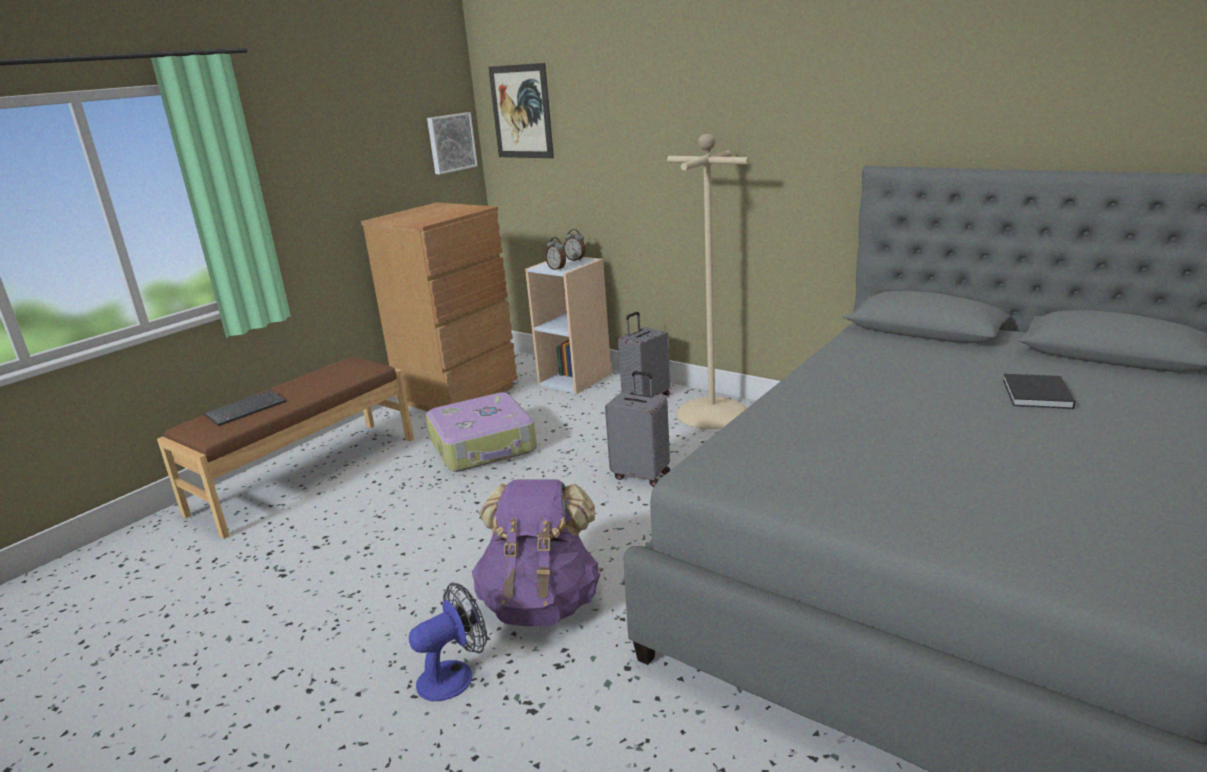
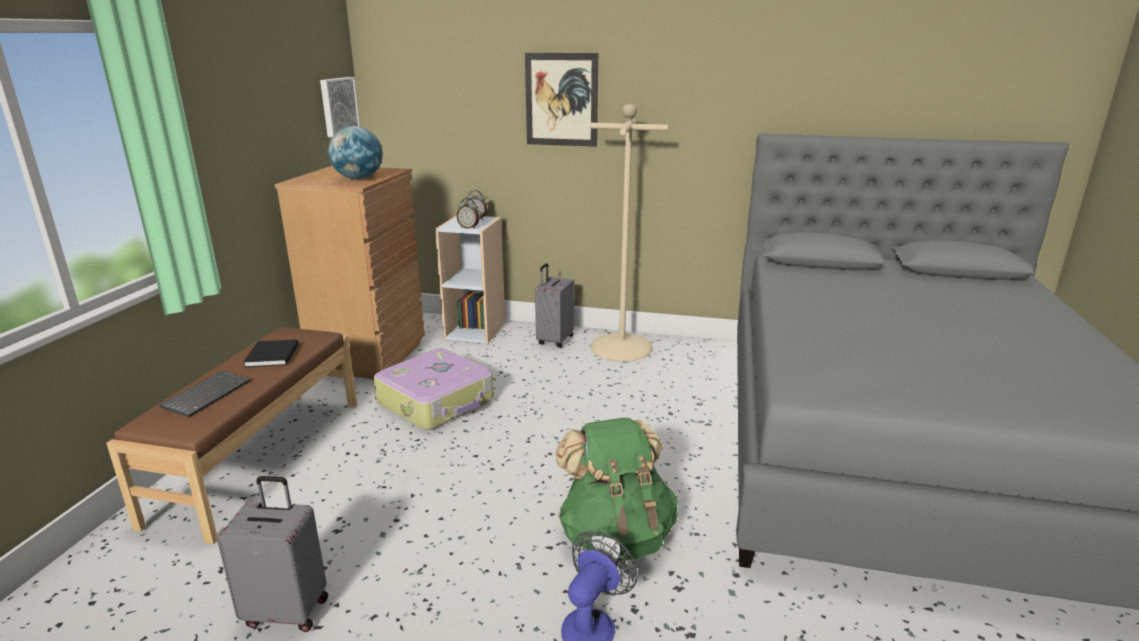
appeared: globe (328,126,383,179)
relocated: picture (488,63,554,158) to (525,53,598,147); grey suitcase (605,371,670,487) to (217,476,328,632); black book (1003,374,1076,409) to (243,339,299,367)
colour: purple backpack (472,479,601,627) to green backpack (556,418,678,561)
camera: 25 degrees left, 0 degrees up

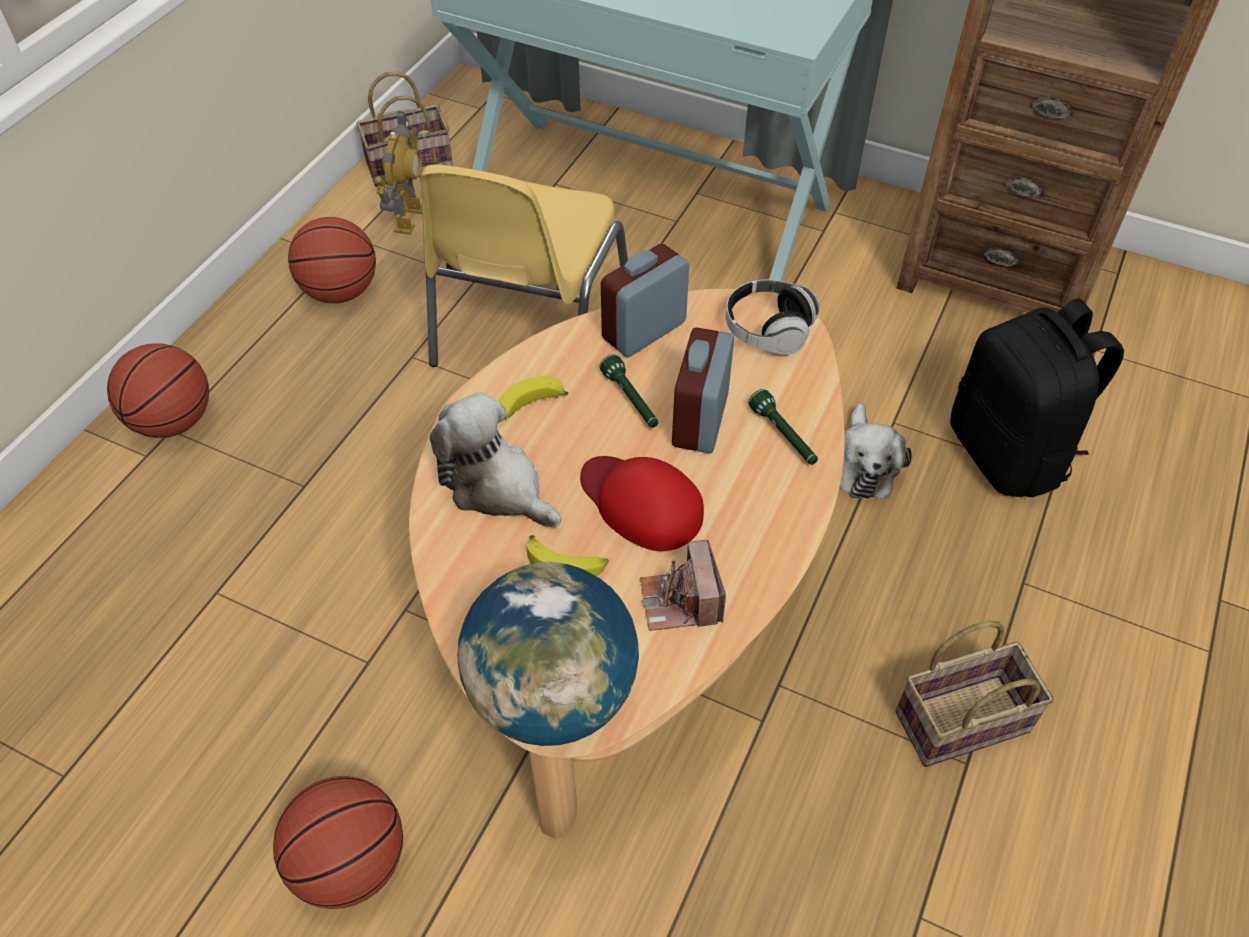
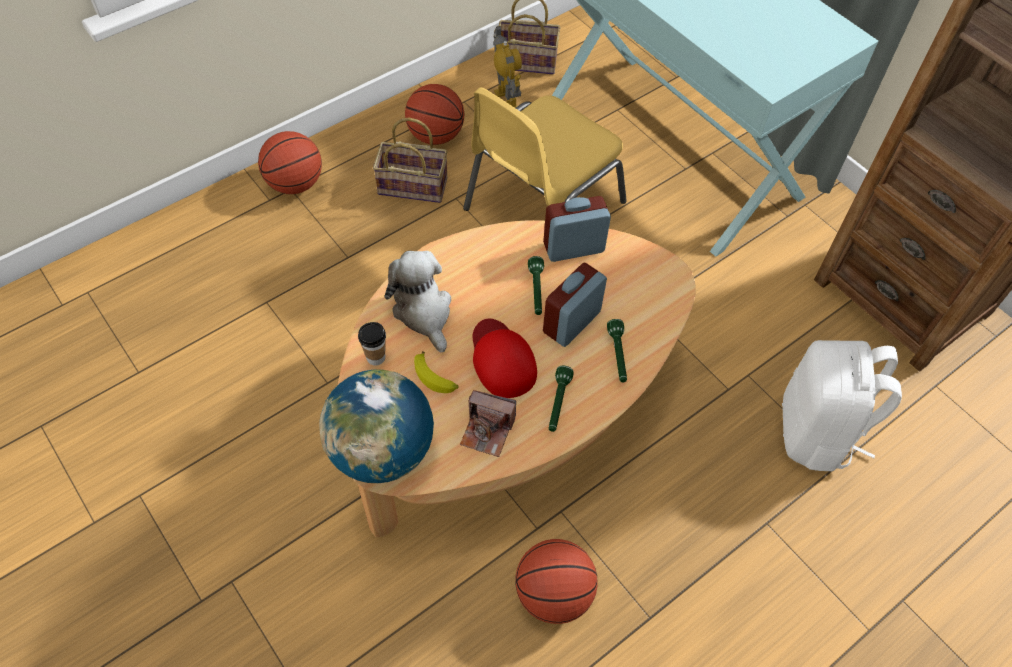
missing: headphones (726,280,820,355); banana (499,376,568,419); plush toy (840,403,912,499)
appeared: cup (358,322,386,366); green flashlight (549,366,574,432)
relocated: basket (895,621,1054,767) to (373,117,447,203); basketball (273,776,403,909) to (515,539,597,624)
colour: black backpack (950,299,1124,497) to white backpack (782,340,902,471)
spun: toy robot (375,111,422,235) = (493,26,522,108) 60 degrees counterclockwise; photo camera (640,540,726,631) = (460,390,516,457) 90 degrees counterclockwise
camera: 25 degrees right, 5 degrees up

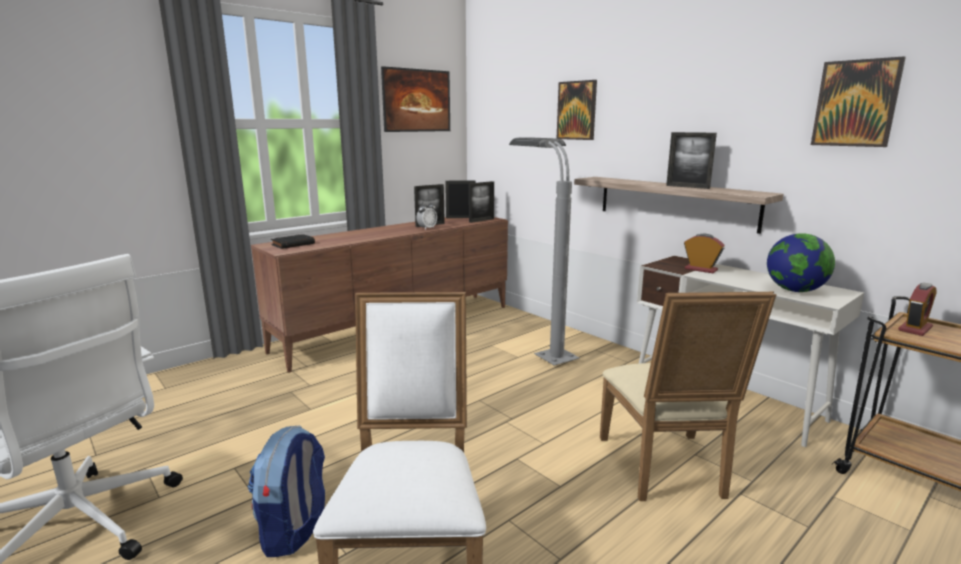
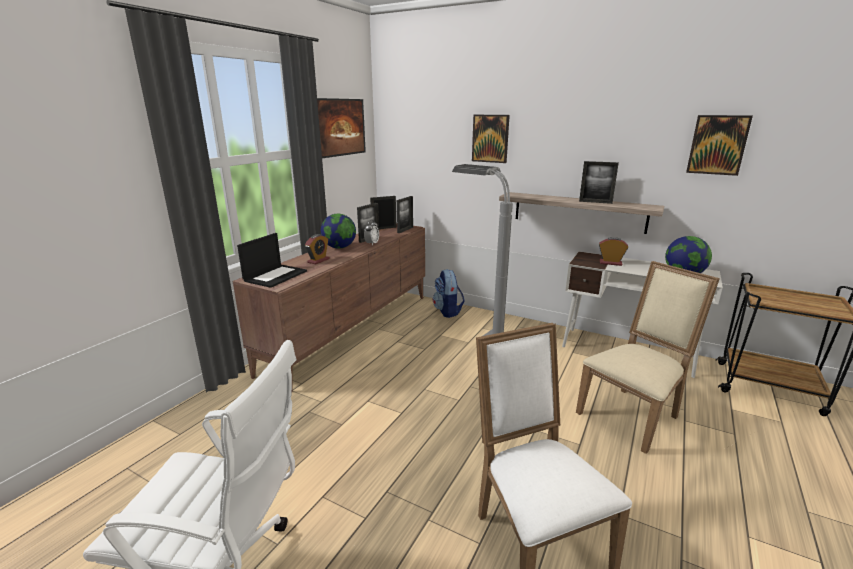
appeared: globe (321,214,356,249)
relocated: alarm clock (898,283,937,336) to (305,234,330,264); backpack (248,425,325,557) to (433,269,465,318)
exchanged: black book (271,234,315,249) to laptop (237,233,307,288)
spun: beige chair (600,292,777,501) = (576,261,720,454) 105 degrees counterclockwise
camera: 20 degrees left, 5 degrees up

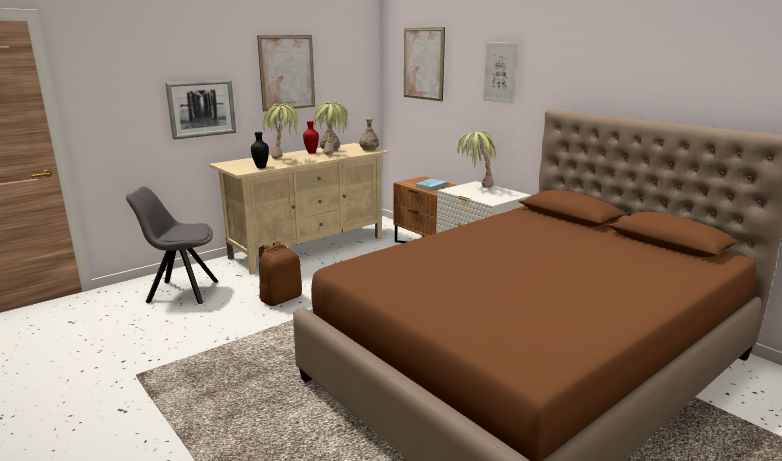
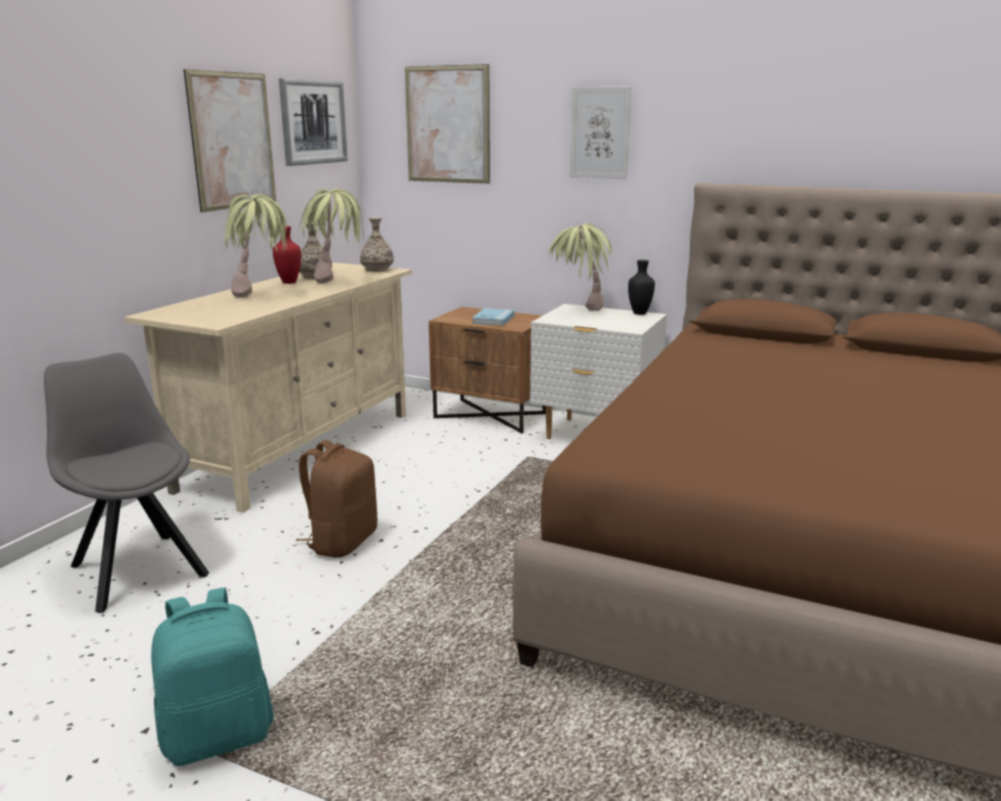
appeared: turquoise backpack (151,588,274,766)
relocated: picture (165,80,236,140) to (279,78,348,166); black vase (251,132,269,168) to (628,260,655,315)
spun: grey chair (126,186,218,304) = (44,353,209,613) 75 degrees clockwise
camera: 25 degrees left, 0 degrees up

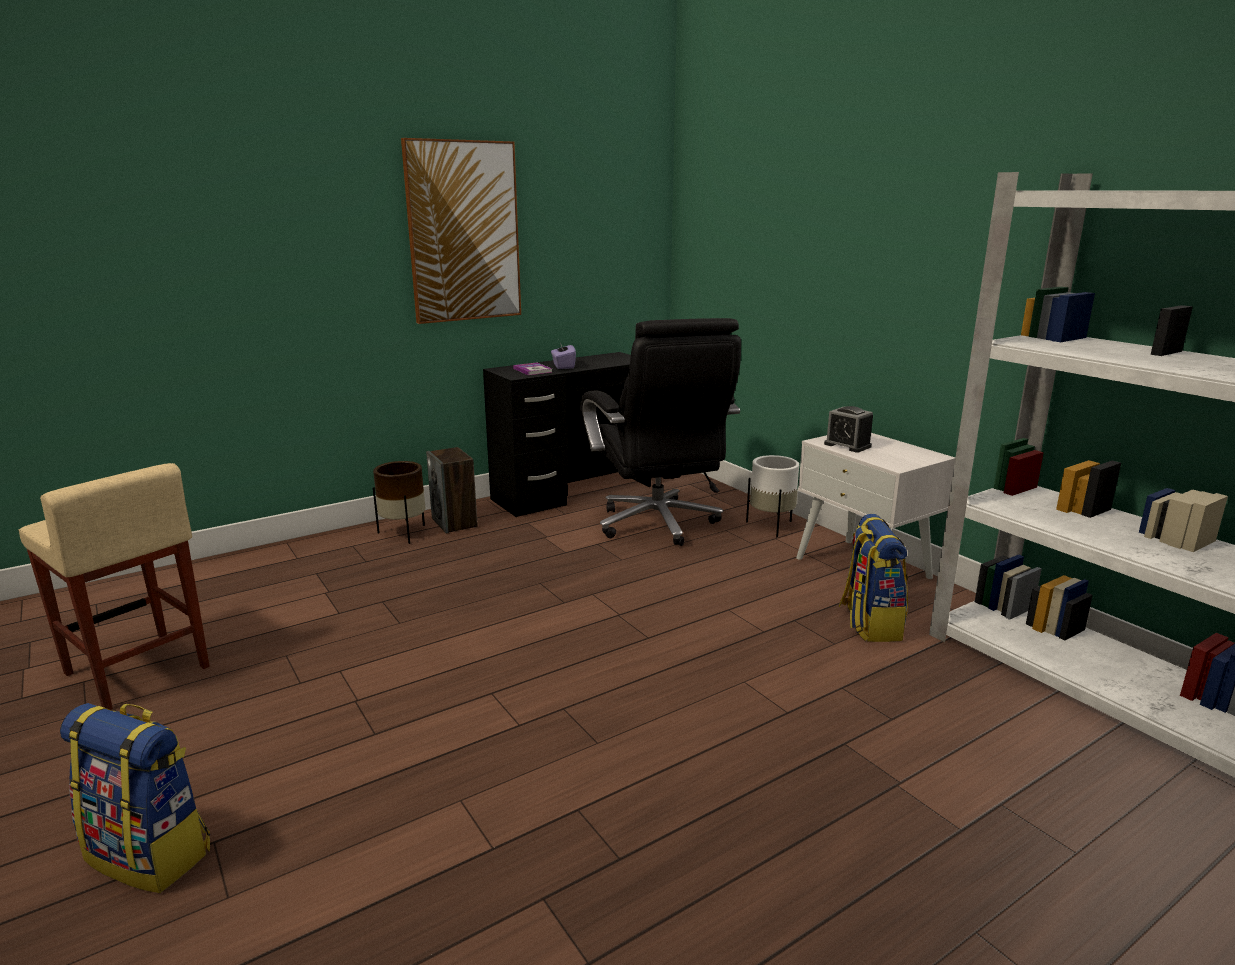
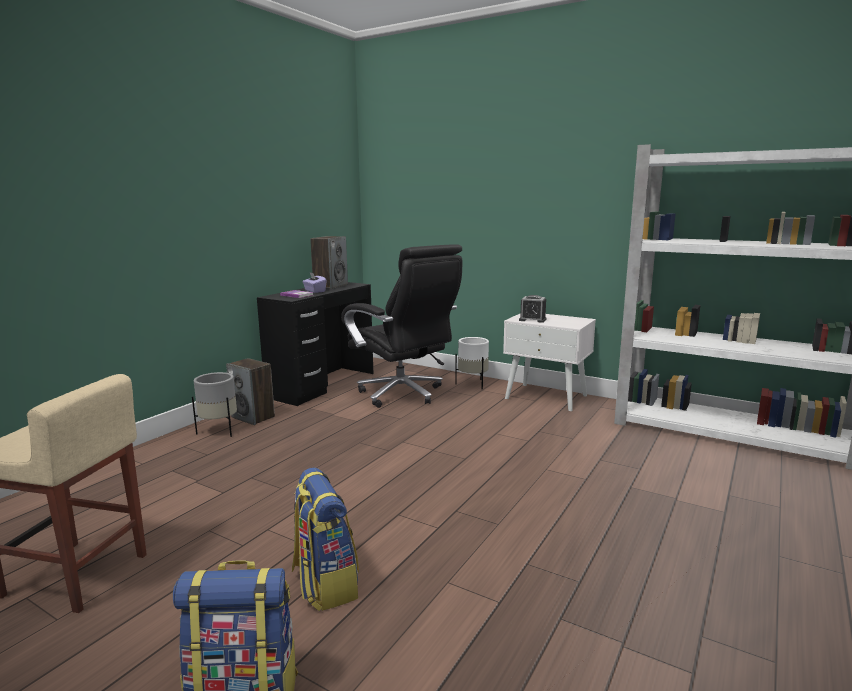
missing: picture (401,138,521,324)
appeared: speaker (310,236,348,289)
relocated: backpack (839,514,908,642) to (292,467,359,611)
colour: brown planter (373,461,425,544) to grey planter (192,372,237,437)
camera: 25 degrees left, 5 degrees down

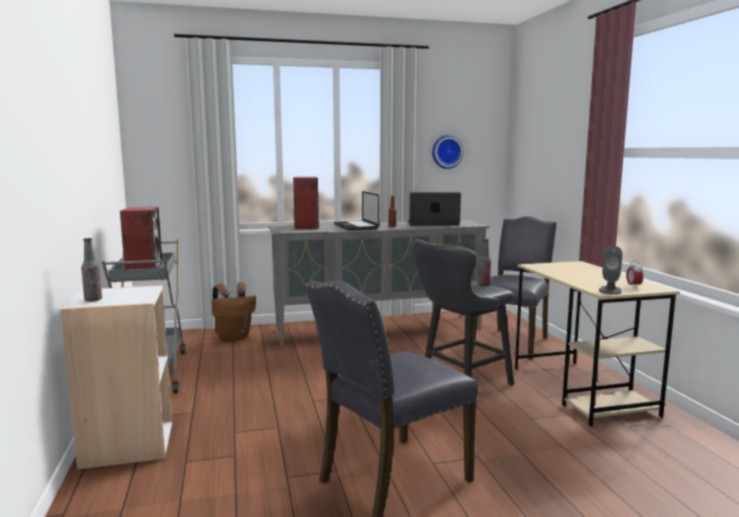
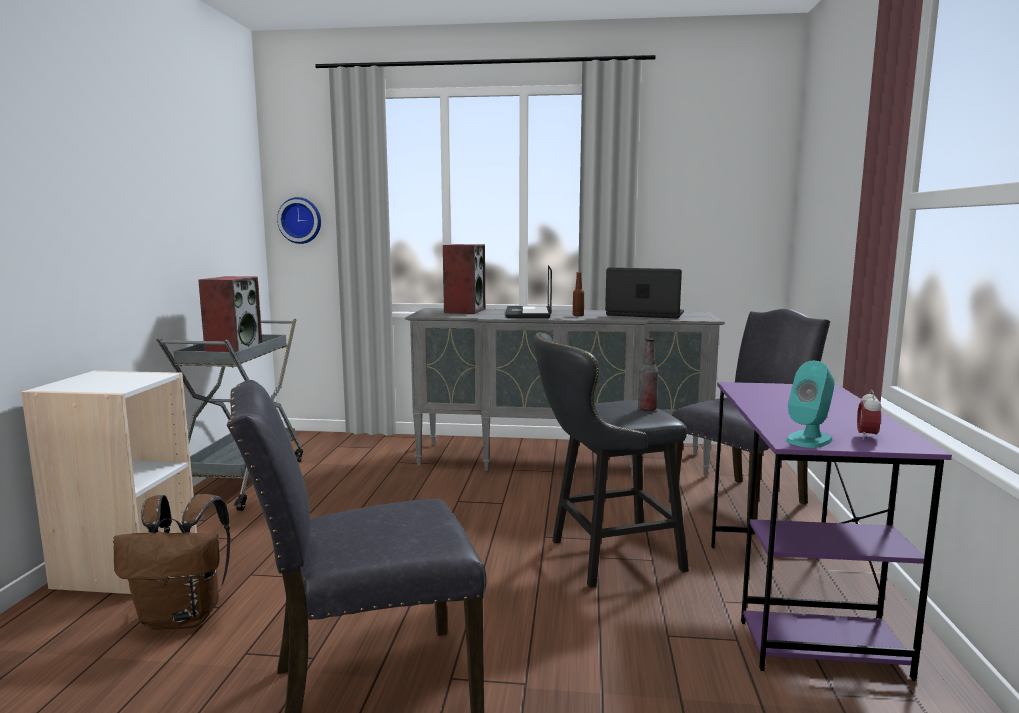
missing: bottle (81,238,102,301)
relocated: wall clock (432,135,464,169) to (277,197,321,244); brown backpack (212,282,256,341) to (113,494,230,630)
colour: grey speaker (599,246,623,295) to turquoise speaker (786,361,834,448); beige desk (515,261,680,427) to purple desk (711,382,952,681)
camera: 20 degrees right, 0 degrees up

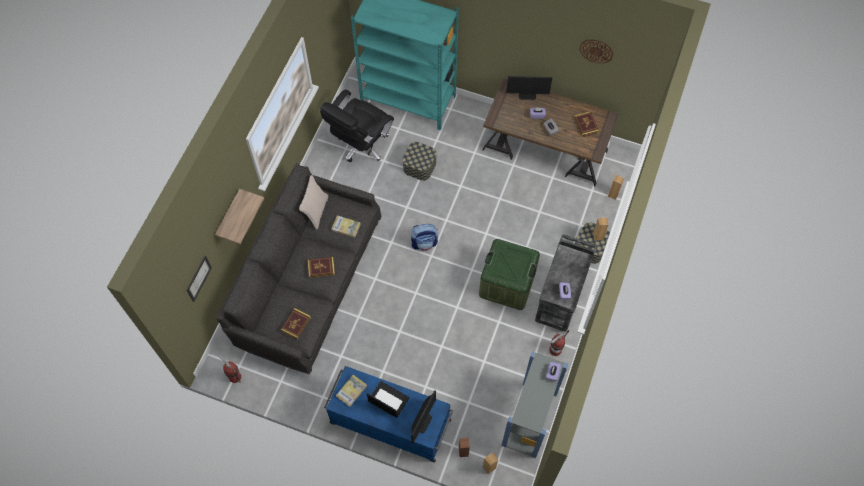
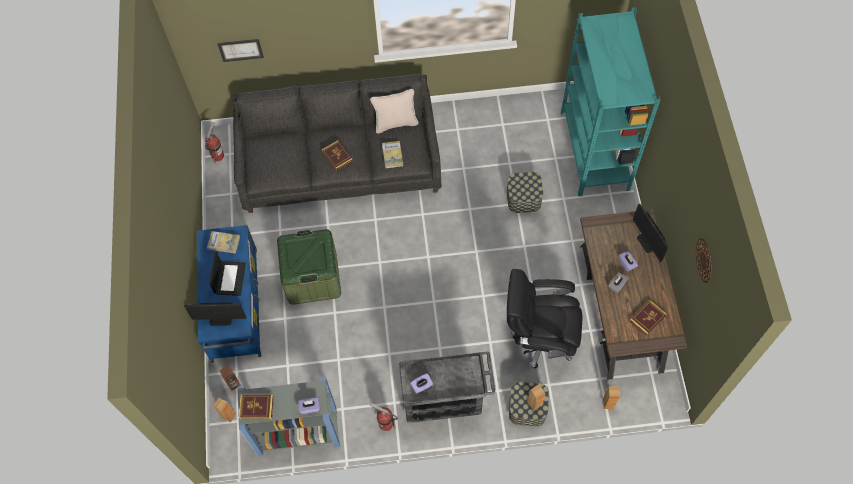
missing: shelf (215,189,264,244); backpack (411,224,438,251)
relocated: black office chair (320,90,394,162) to (507,269,582,368); green storage box (479,239,540,310) to (277,229,341,305); book (281,308,311,339) to (238,395,274,419)
camera: 65 degrees right, 0 degrees up

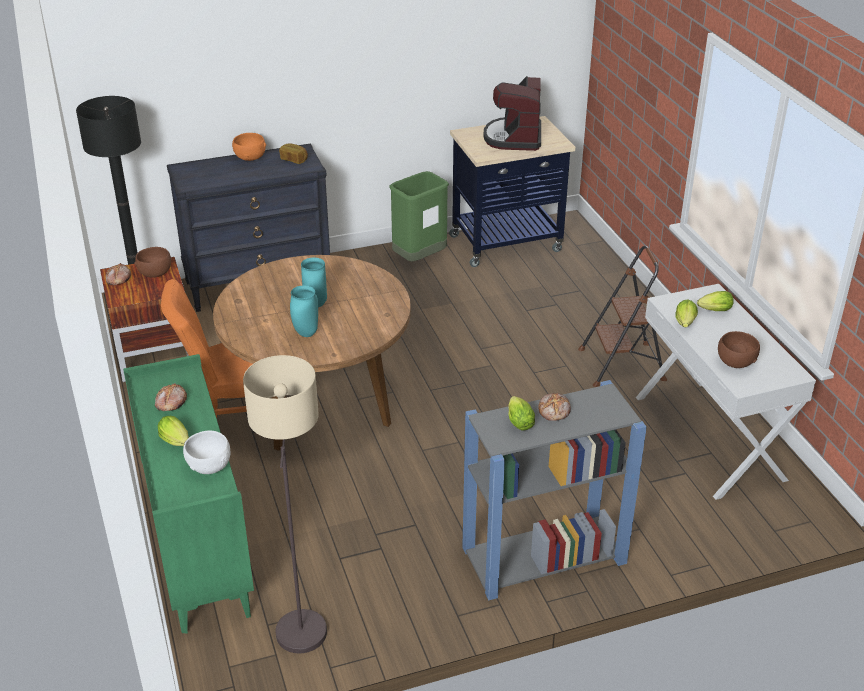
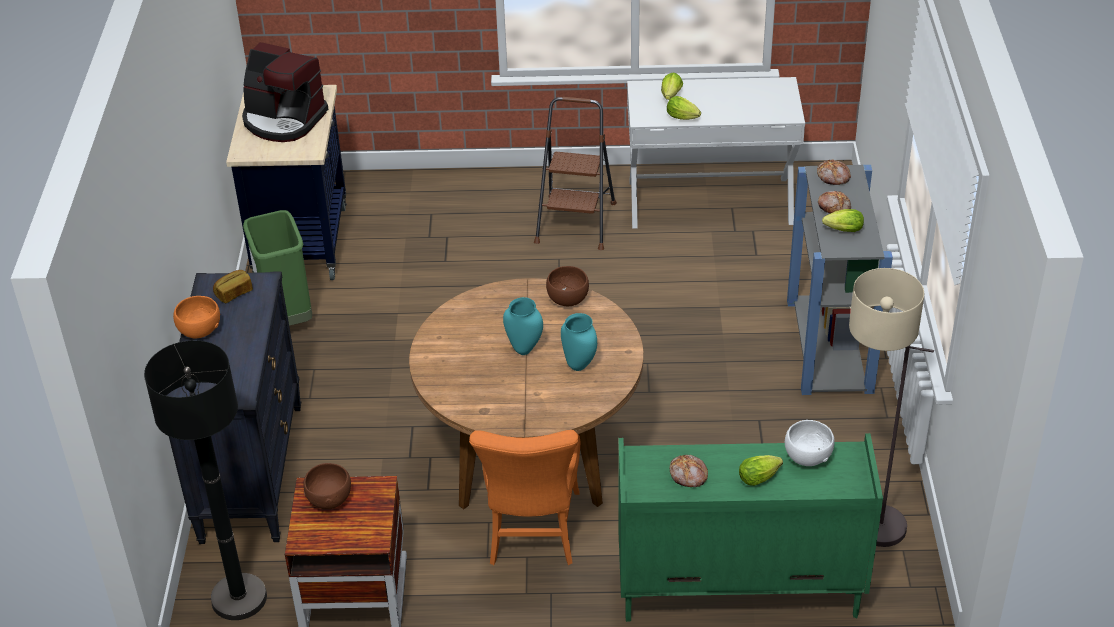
relocated: bread (106,263,131,285) to (817,160,851,185); brown bowl (718,331,760,368) to (546,266,589,306)
camera: 70 degrees left, 5 degrees up

